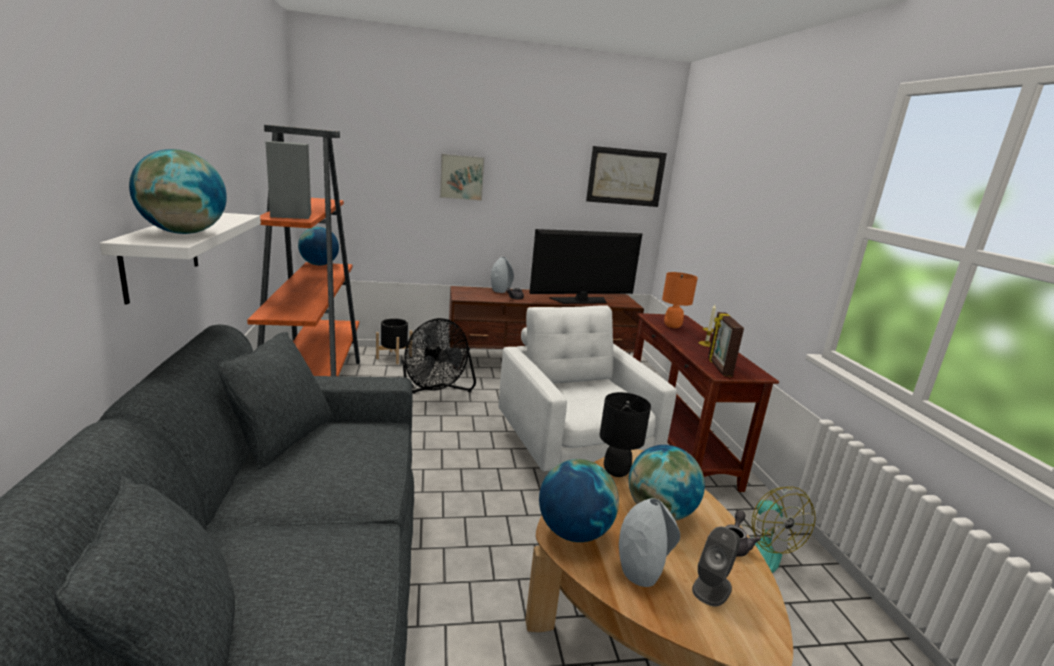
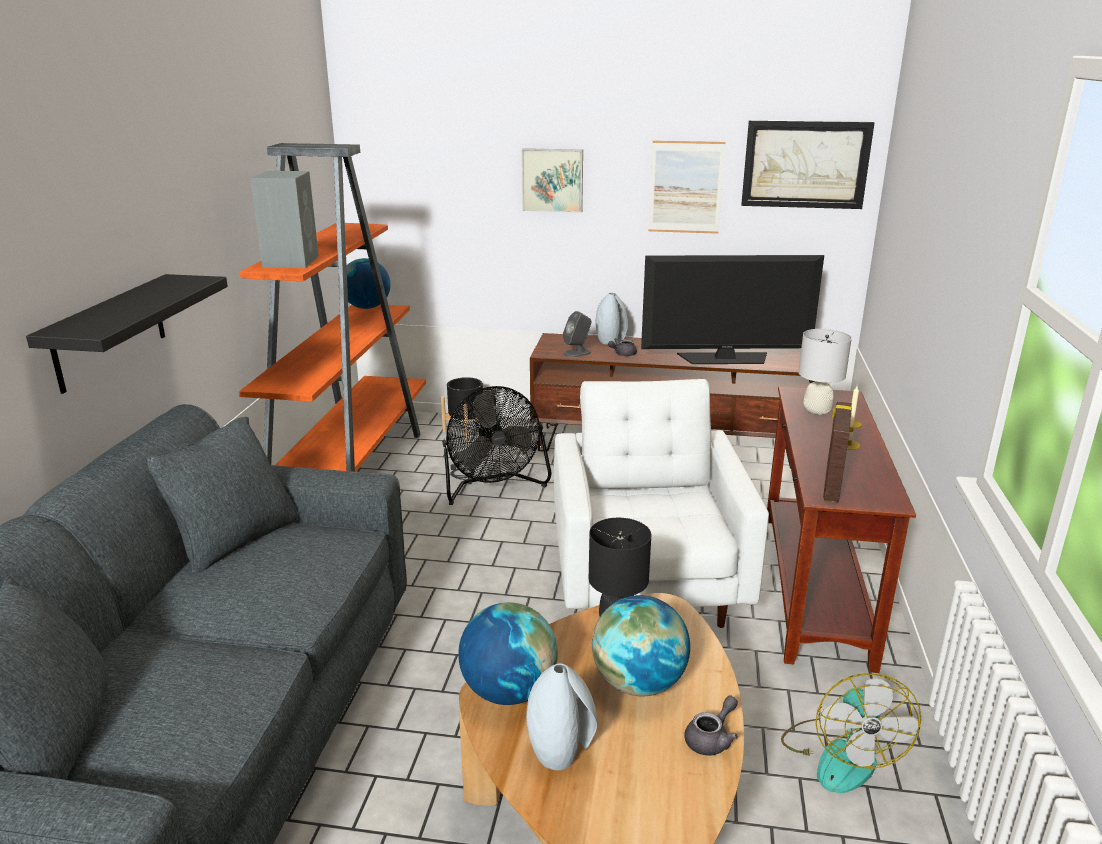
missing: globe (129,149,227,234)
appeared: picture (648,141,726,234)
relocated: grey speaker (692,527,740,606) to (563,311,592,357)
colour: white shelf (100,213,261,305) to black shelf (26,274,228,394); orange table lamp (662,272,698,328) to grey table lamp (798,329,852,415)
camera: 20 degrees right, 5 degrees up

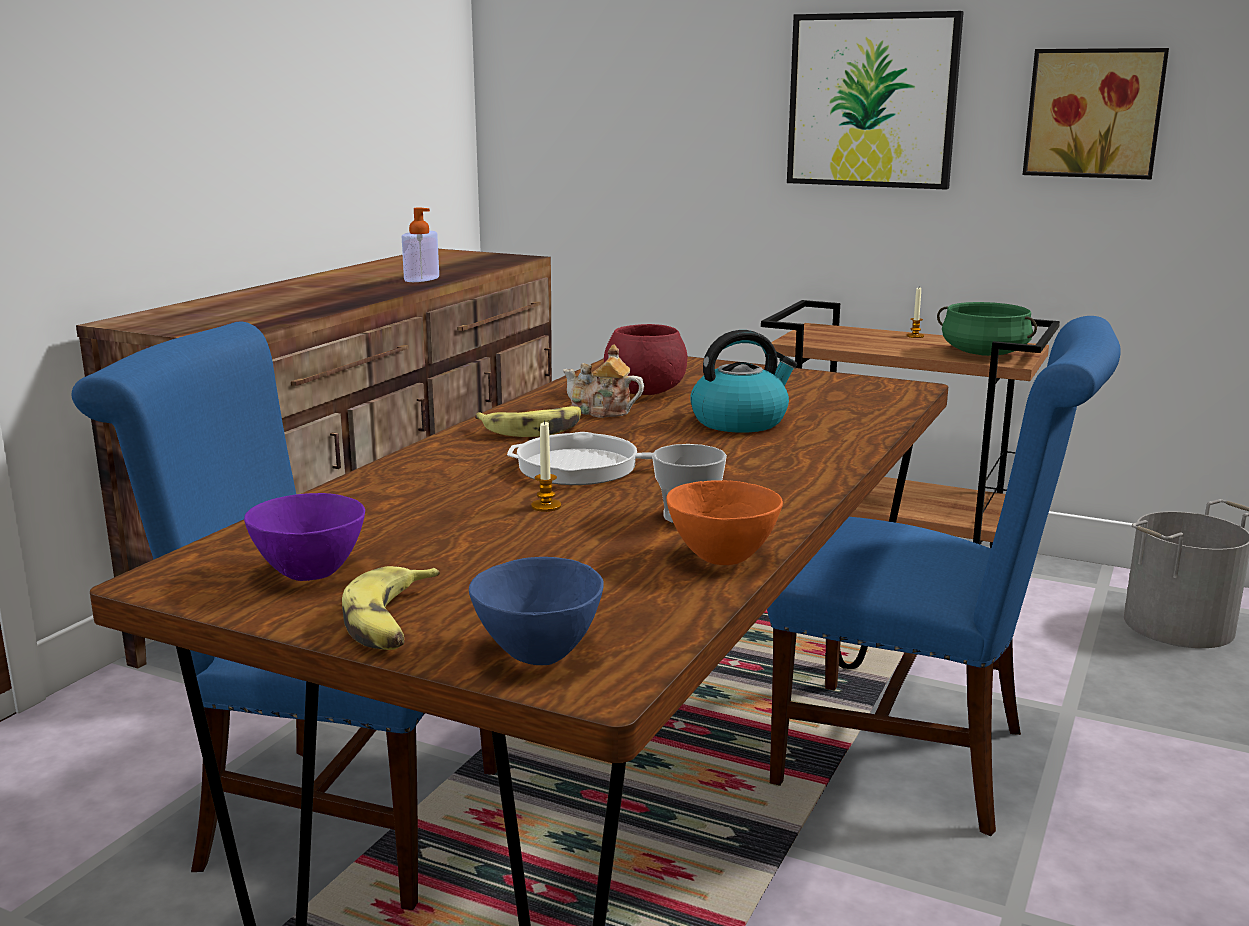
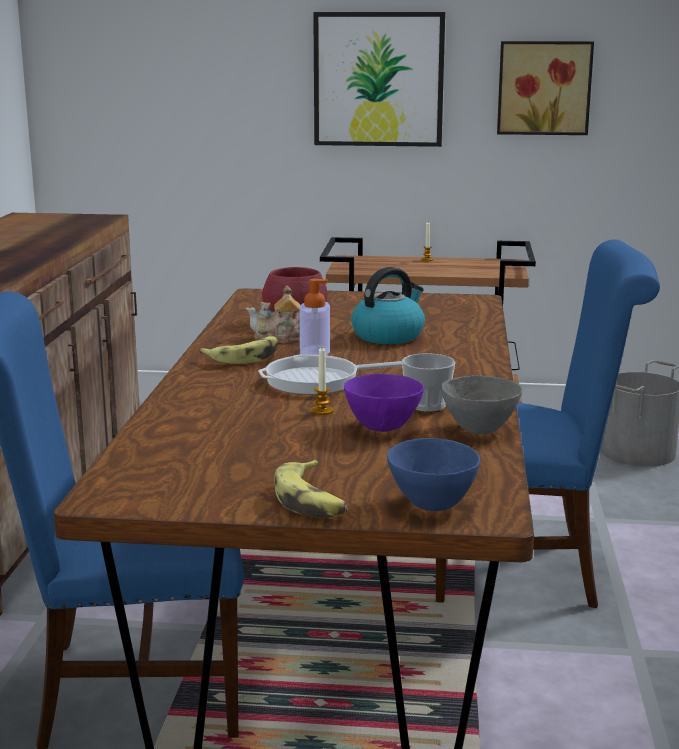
missing: green cooking pot (937,302,1037,356)
relocated: soap dispenser (402,208,439,282) to (299,279,330,355); purple bowl (244,493,365,581) to (344,374,424,432)
colour: orange bowl (666,480,783,565) to grey bowl (441,375,522,434)
camera: 20 degrees left, 0 degrees up

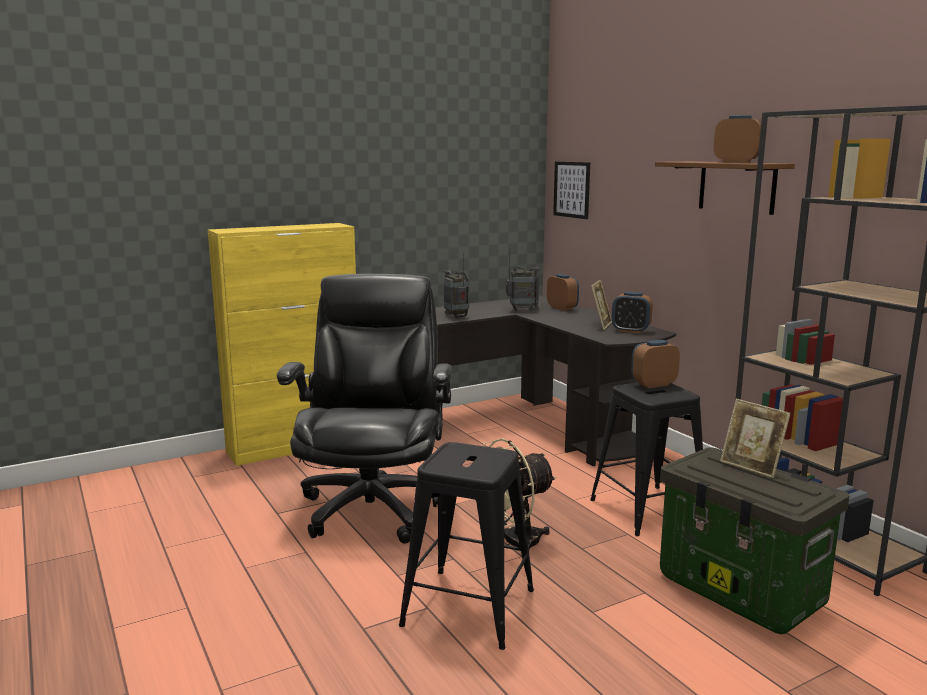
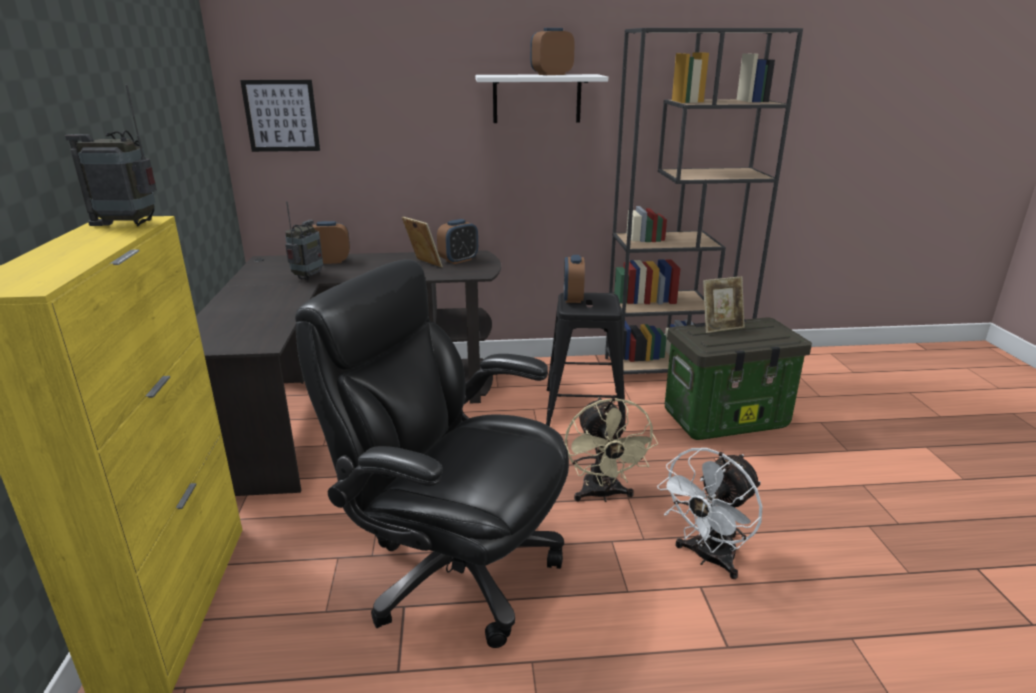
relocated: radio (444,252,469,318) to (65,84,157,226)
exchanged: black stool (399,442,534,650) to white fan (657,448,763,579)
colour: brown shelf (655,161,795,215) to white shelf (475,74,608,123)
camera: 65 degrees left, 10 degrees up

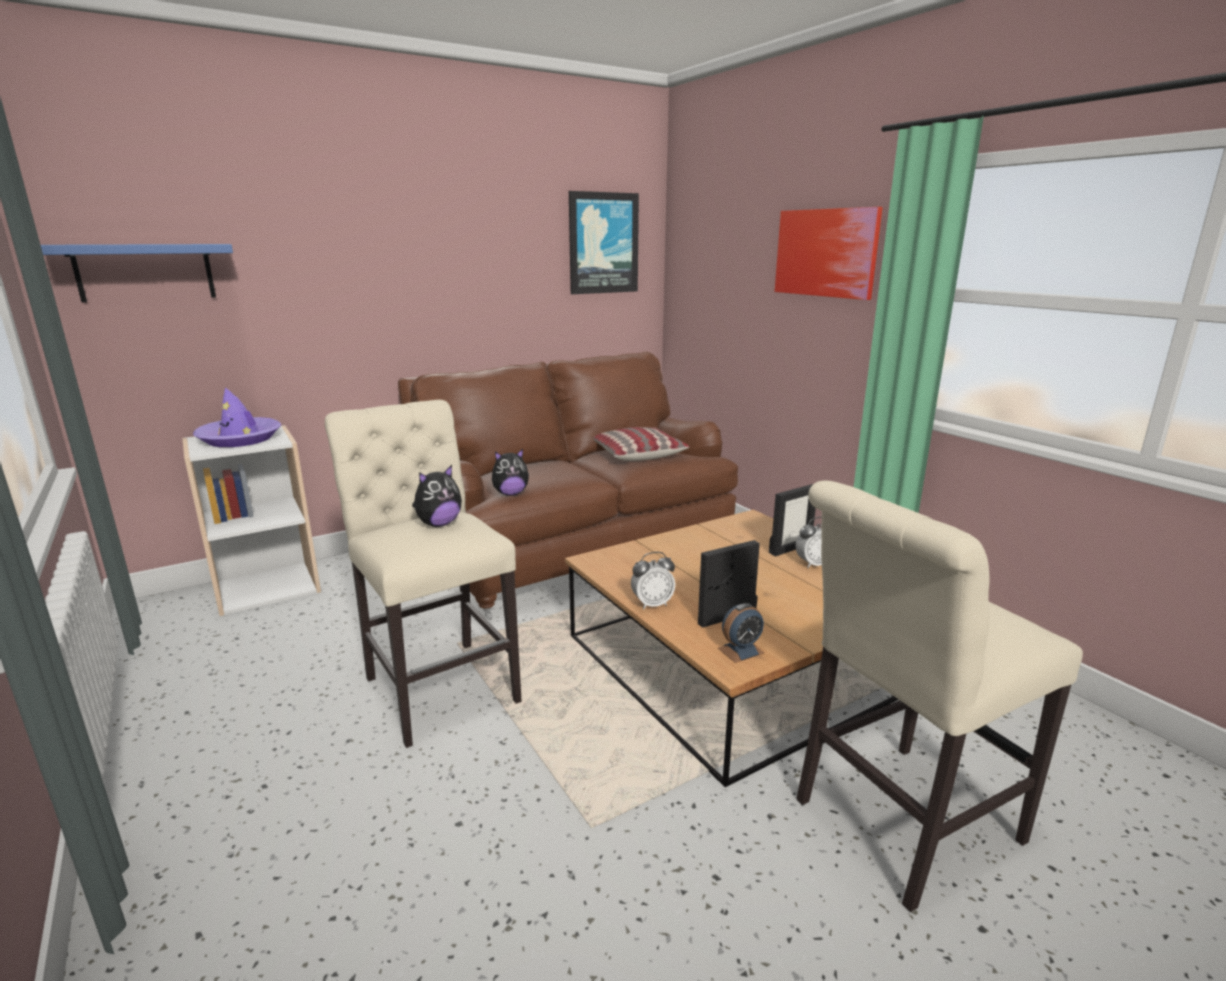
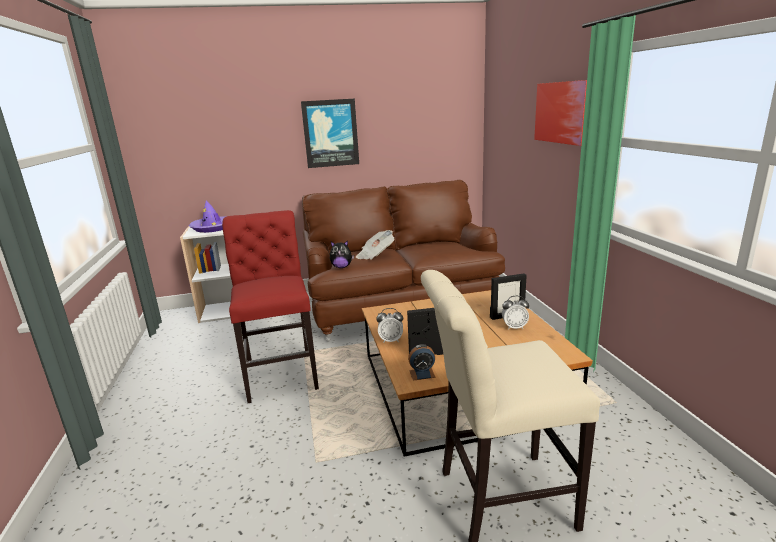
missing: blue shelf (41,244,233,302); pillow (594,427,689,461); plush toy (412,465,462,527)
appeared: newspaper (356,230,394,260)
relocated: picture (569,191,639,294) to (301,99,359,168)
colour: beige stool (325,400,522,748) to red stool (222,210,319,403)
camera: 20 degrees right, 0 degrees up

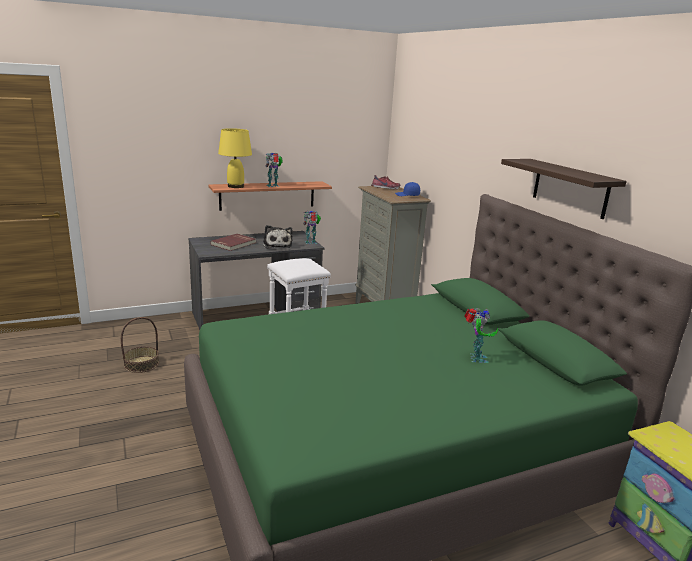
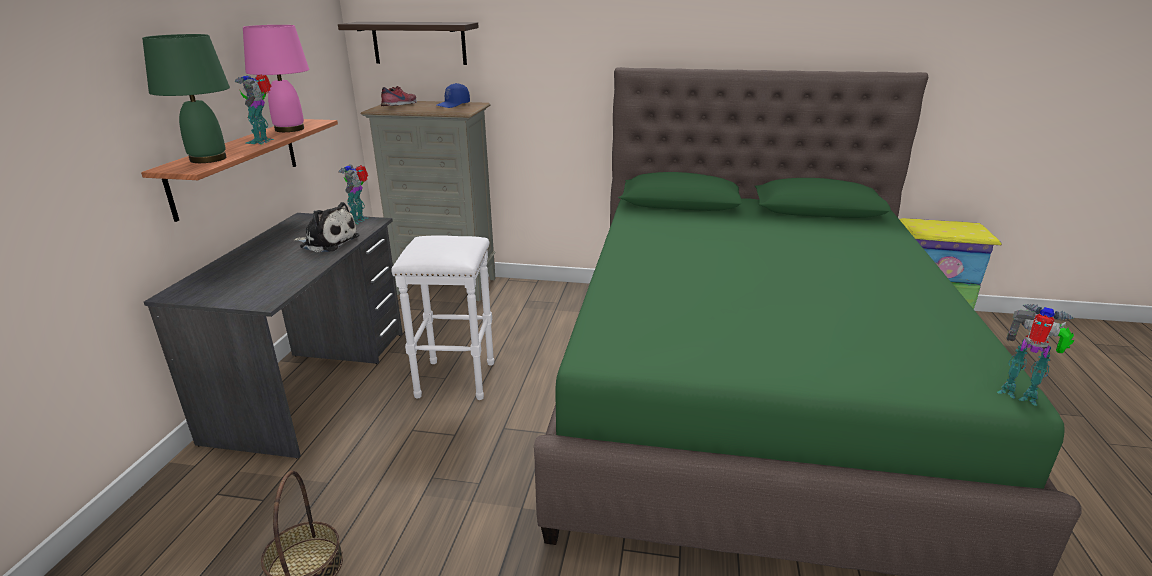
missing: red book (210,234,256,251)
appeared: pink table lamp (243,25,309,132)
relocated: shelf (501,159,627,219) to (338,22,479,65); toy robot (465,308,498,363) to (997,304,1075,406)
colour: yellow table lamp (218,128,252,188) to green table lamp (142,34,230,163)
camera: 55 degrees left, 5 degrees up

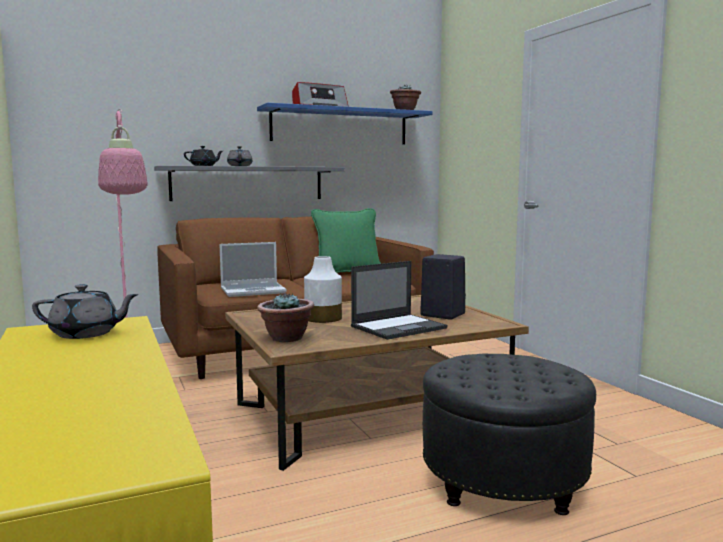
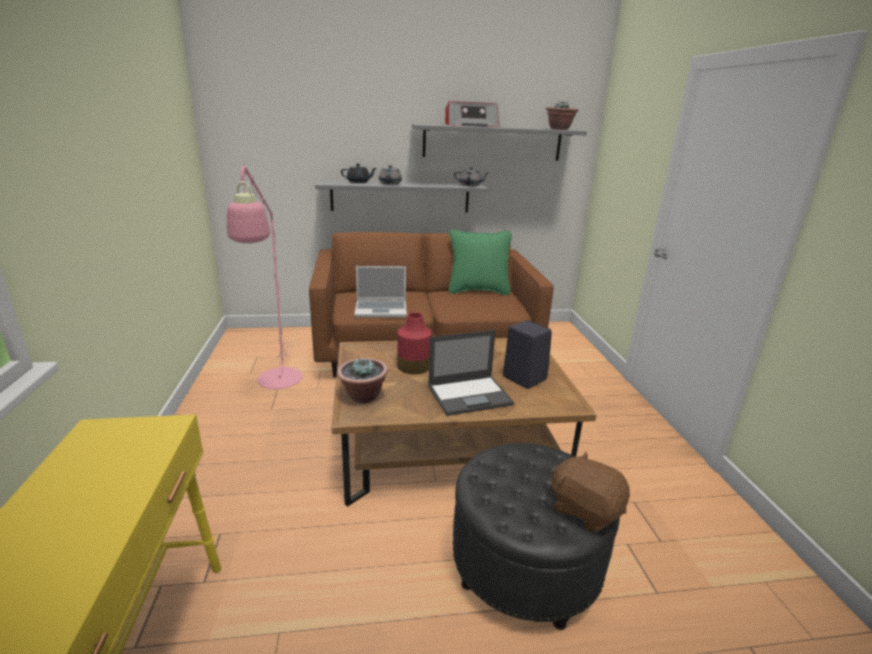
appeared: brown plush toy (551,452,630,532)
relocated: grey teapot (32,284,139,339) to (454,167,490,186)
colour: blue shelf (257,103,432,144) to grey shelf (412,124,587,161); white vase (304,256,342,323) to red vase (397,312,432,374)
camera: 15 degrees right, 15 degrees up

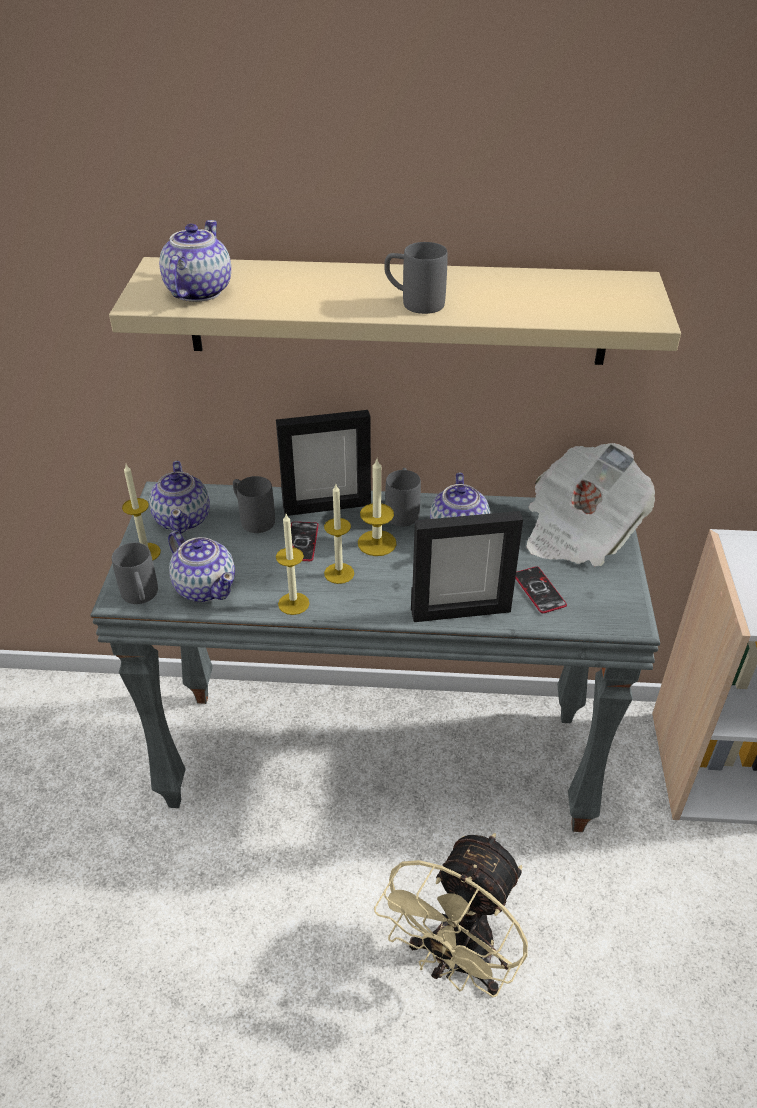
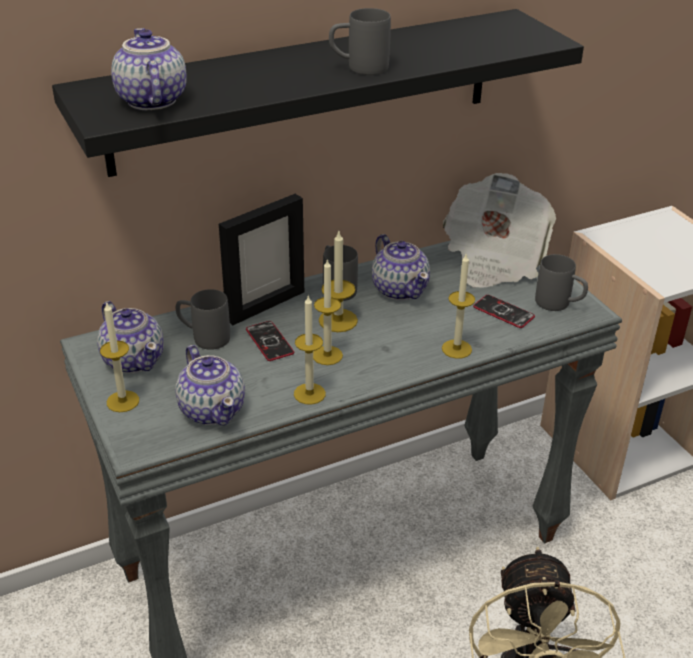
relocated: grey mug (112,543,158,604) to (535,254,588,311)
exchanged: picture frame (411,511,523,622) to candle (442,254,475,359)
colour: beige shelf (109,257,681,365) to black shelf (52,9,584,177)
spun: teapot (168,531,235,602) = (175,345,245,425) 45 degrees clockwise
camera: 30 degrees left, 5 degrees down

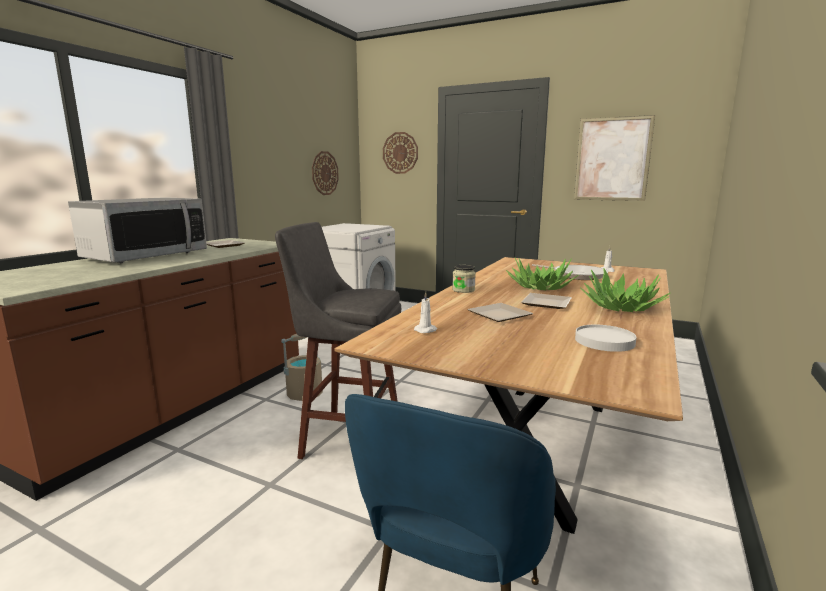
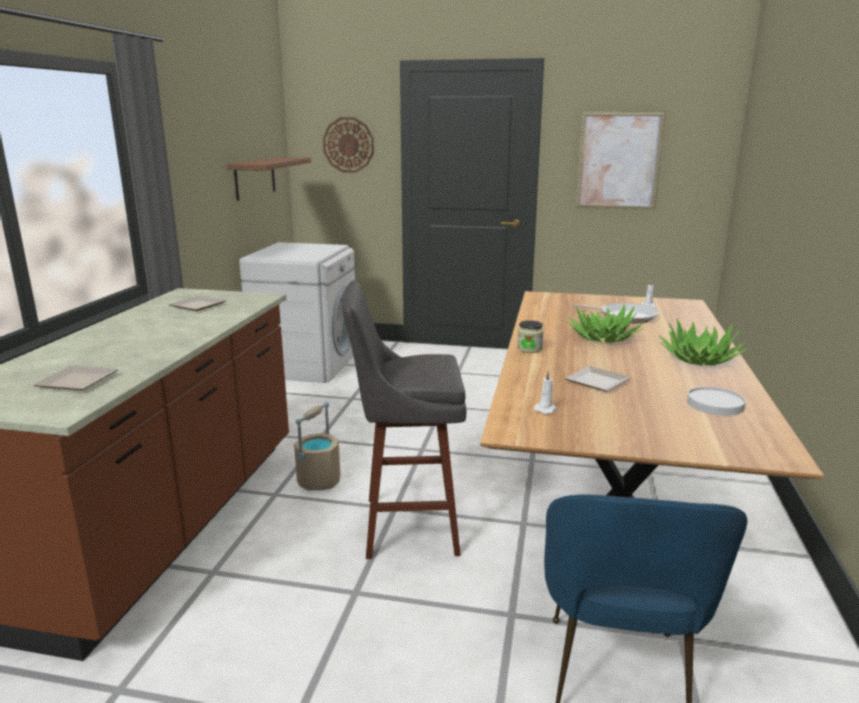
missing: microwave (68,197,207,263)
relocated: plate (521,293,572,309) to (33,365,118,390)
exchanged: wall clock (312,151,339,195) to brown shelf (227,157,311,201)
camera: 15 degrees left, 5 degrees up

